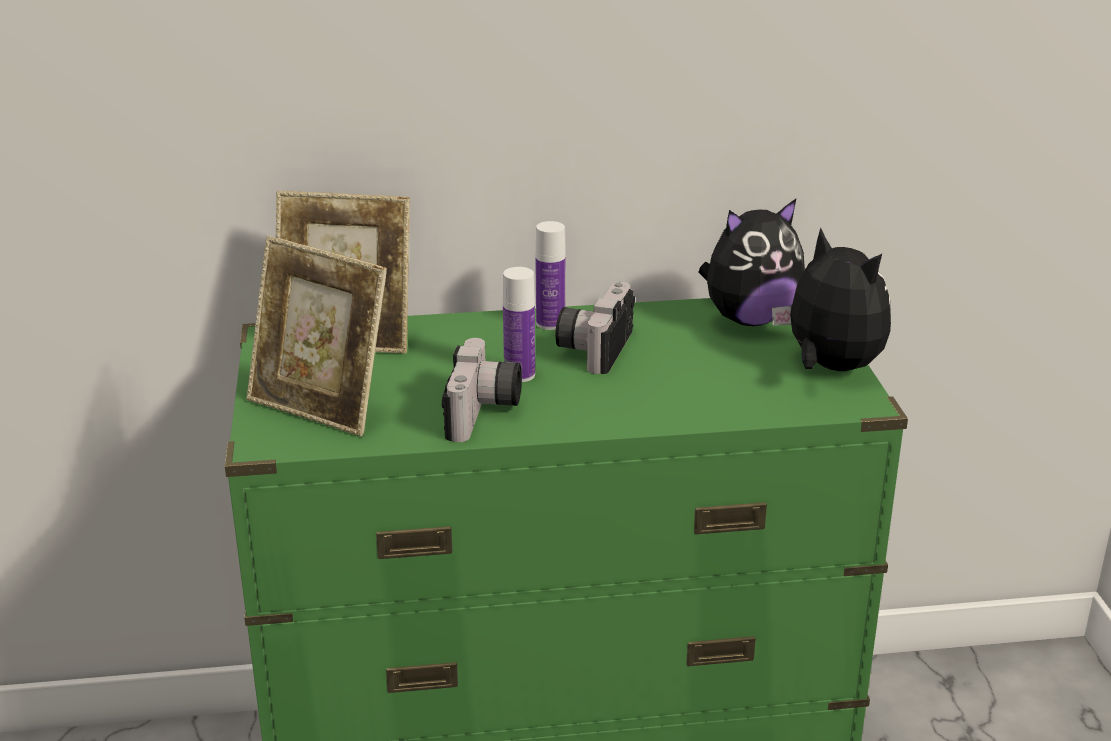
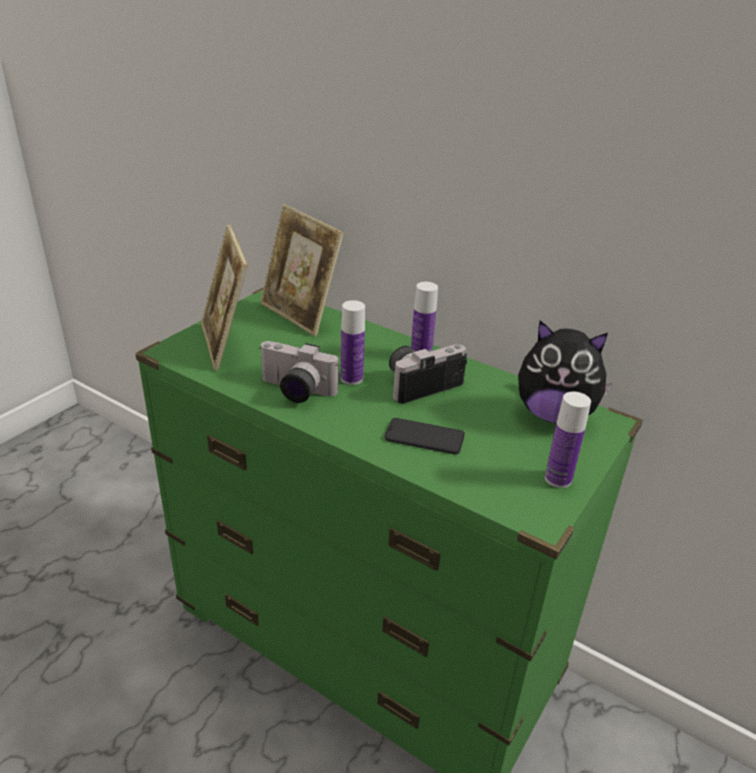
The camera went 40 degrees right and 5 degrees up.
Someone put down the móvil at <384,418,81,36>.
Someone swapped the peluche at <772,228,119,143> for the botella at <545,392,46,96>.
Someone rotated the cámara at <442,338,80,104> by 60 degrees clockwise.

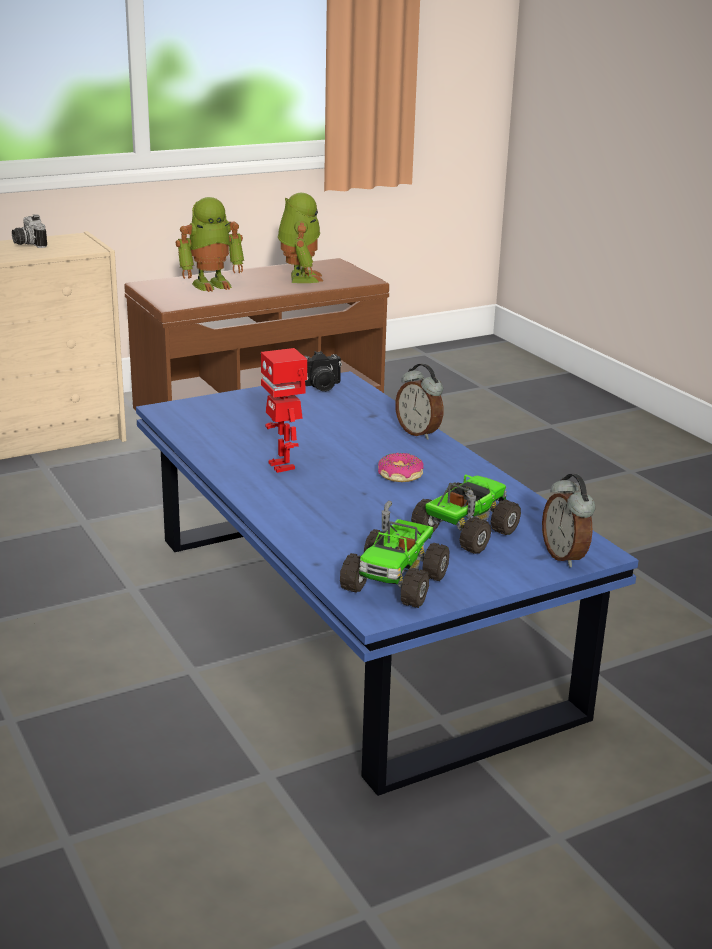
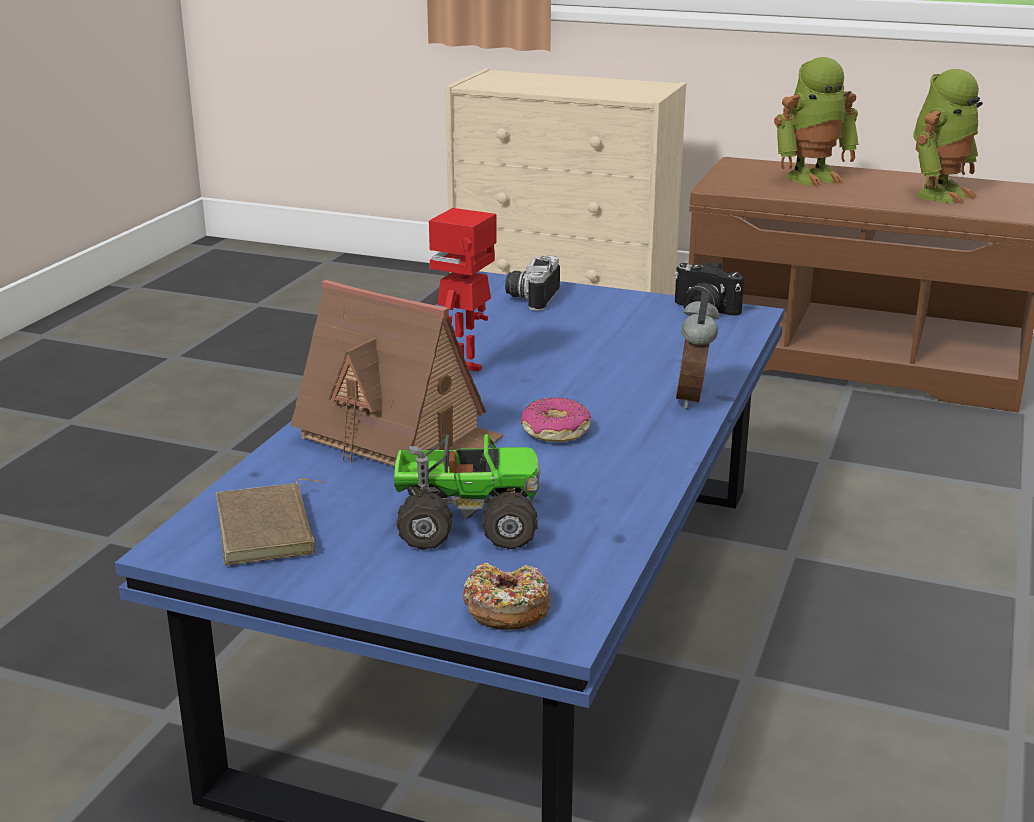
The camera went 50 degrees right and 0 degrees up.
Someone put down the casita at <290,280,214,186>.
Someone carried the cámara from <12,214,35,34> to <505,256,55,55>.
Someone swapped the camión de juguete at <340,501,110,107> for the libro (marrón) at <216,479,110,86>.
Someone swapped the despertador at <542,474,54,93> for the rosquilla at <463,563,87,67>.
Someone rotated the robot de juguete at <176,197,68,95> by 45 degrees counterclockwise.

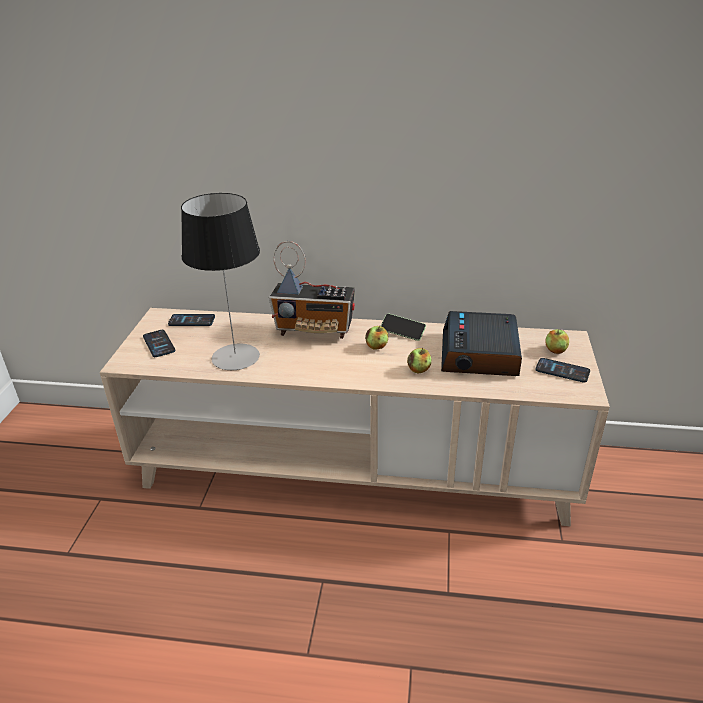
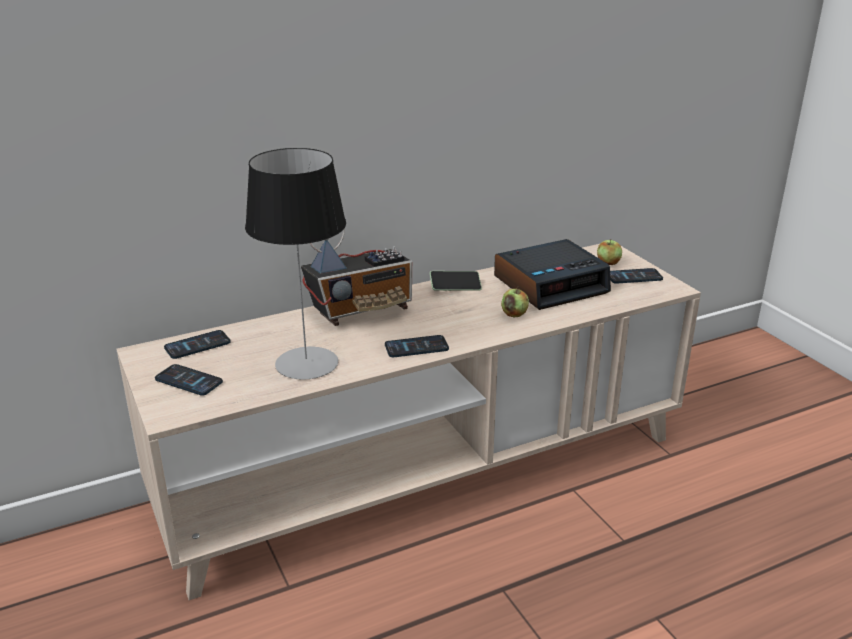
The camera went 35 degrees left and 5 degrees down.
Someone took away the manzana at <365,326,23,24>.
Someone put down the móvil at <385,335,64,22>.
Someone rotated the despertador at <441,311,81,65> by 90 degrees counterclockwise.

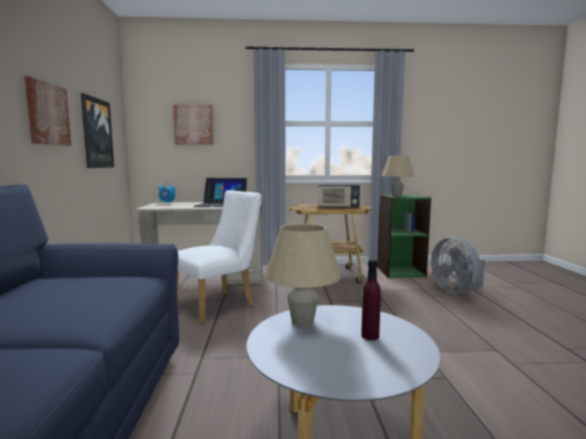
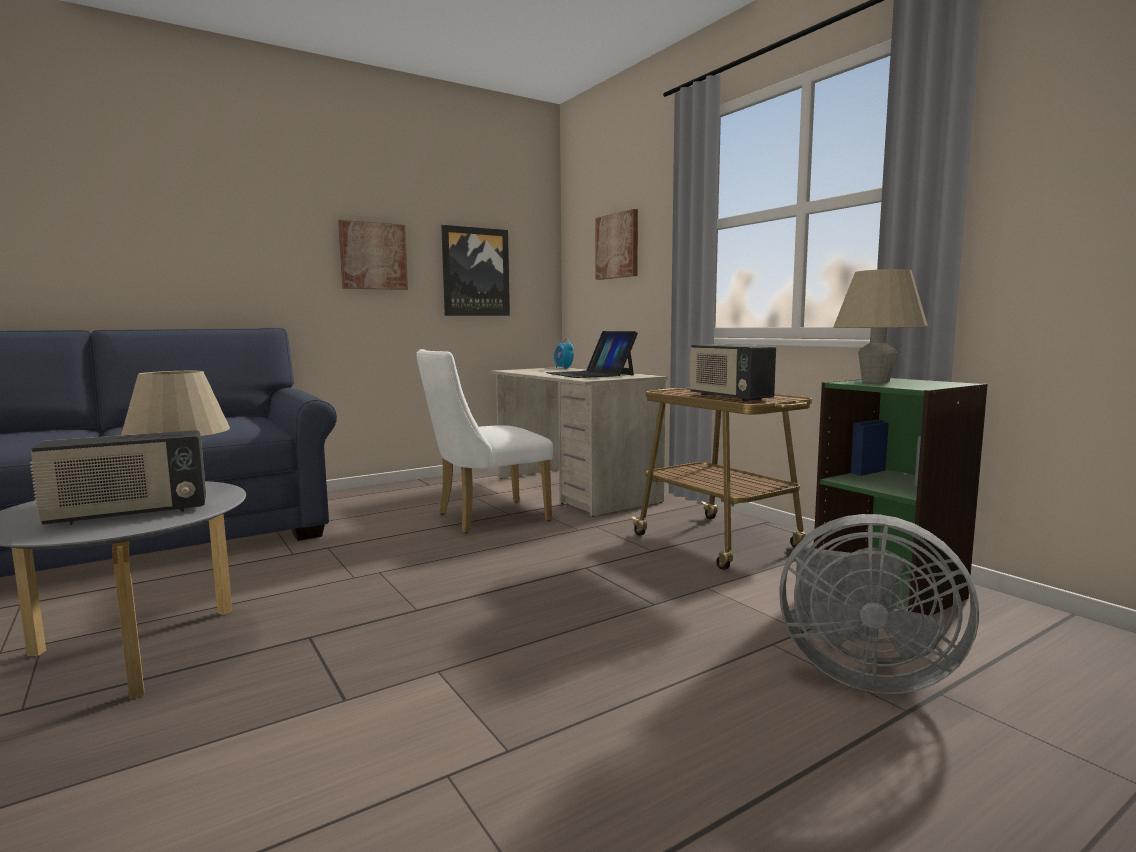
The camera went 60 degrees right and 0 degrees up.
Someone swapped the botella (morado) at <361,259,20,81> for the radio at <30,430,176,95>.
Someone rotated the silla (blanco) at <177,190,85,134> by 135 degrees clockwise.
Someone rotated the ventilador (gris) at <431,237,54,58> by 105 degrees counterclockwise.

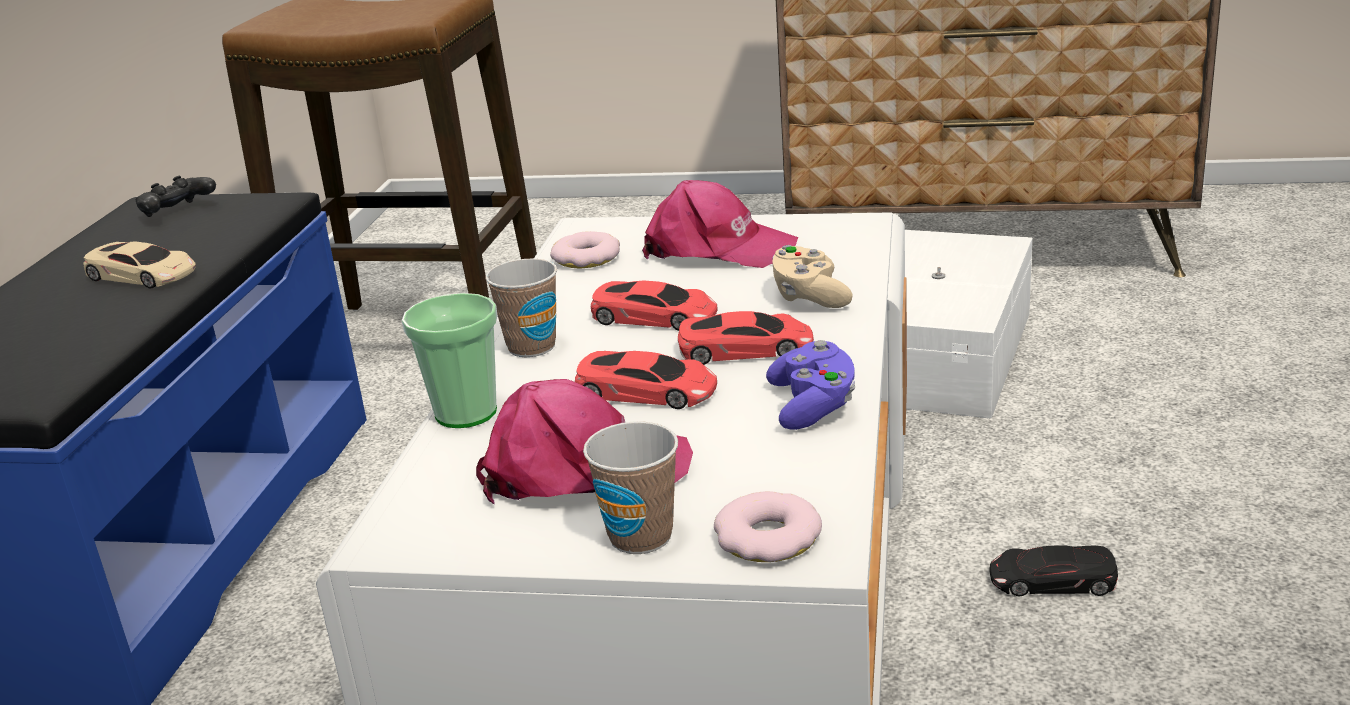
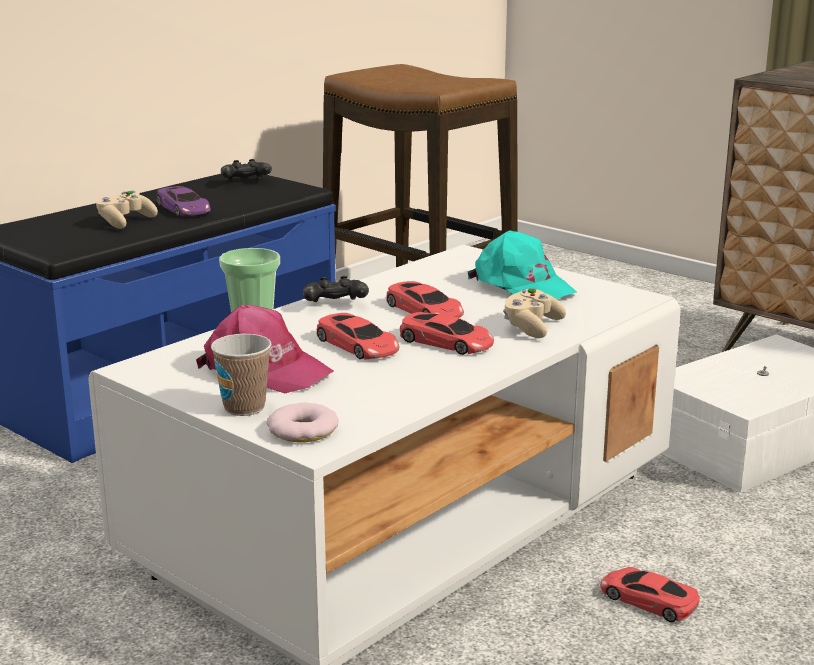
The camera went 30 degrees right and 5 degrees down.
Someone took away the rosquilla at <550,231,70,38>.
Someone took away the mando de consola (morado) at <766,340,89,90>.
Someone put down the mando de consola (beis) at <96,191,62,38>.
Someone swapped the taza at <485,259,72,98> for the mando de consola (negro) at <303,276,66,26>.
Someone repainted the coche de juguete (beis) at <83,241,113,48>, which became the coche de juguete (morado) at <156,186,55,31>.
Someone repainted the gorra (rosa) at <642,180,156,88>, which became the gorra (turquesa) at <468,230,109,69>.
Someone repainted the coche de juguete (negro) at <989,545,129,51>, which became the coche de juguete (rojo) at <600,567,100,55>.

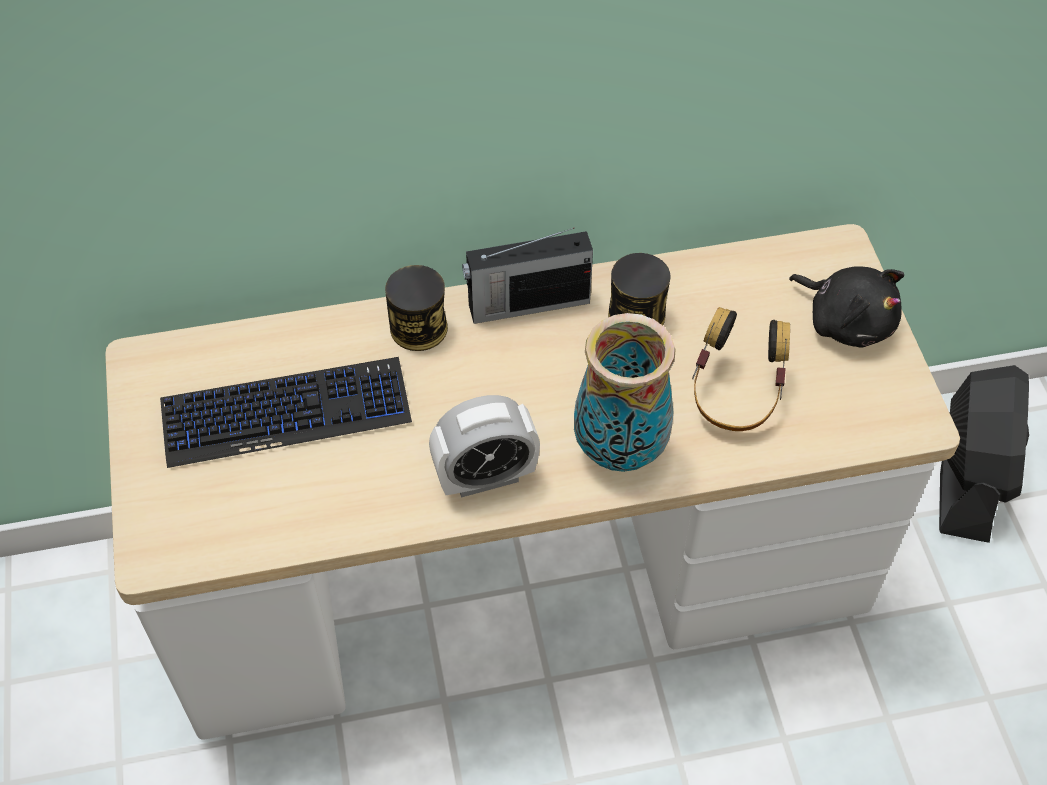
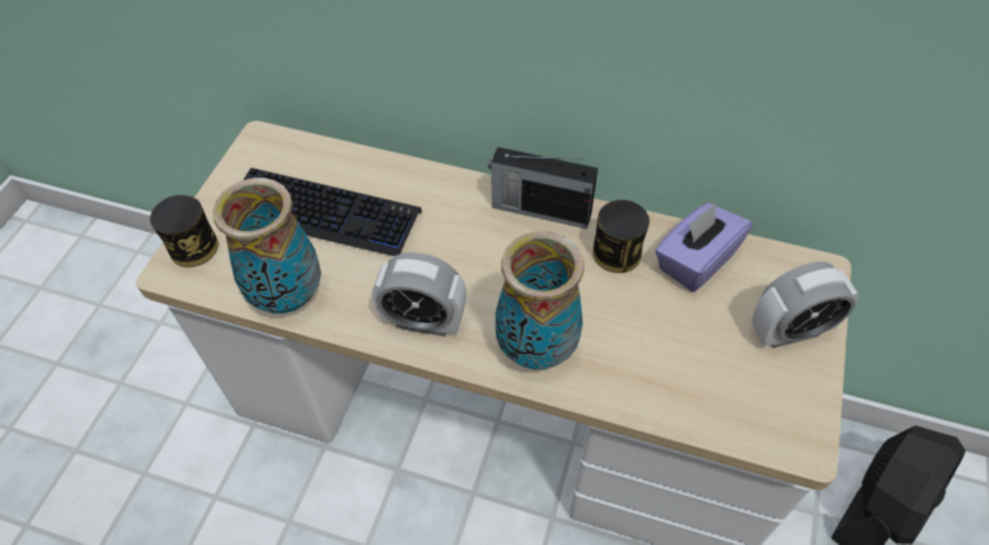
The camera went 30 degrees right and 0 degrees up.
Someone took away the auriculares at <692,307,98,124>.
Someone put down the florero at <213,178,108,136>.
Someone put down the caja de pañuelos (morado) at <655,203,98,89>.
Someone carried the lata from <385,265,63,86> to <150,195,68,72>.
Someone swapped the peluche (negro) at <789,266,115,81> for the despertador at <752,262,106,86>.

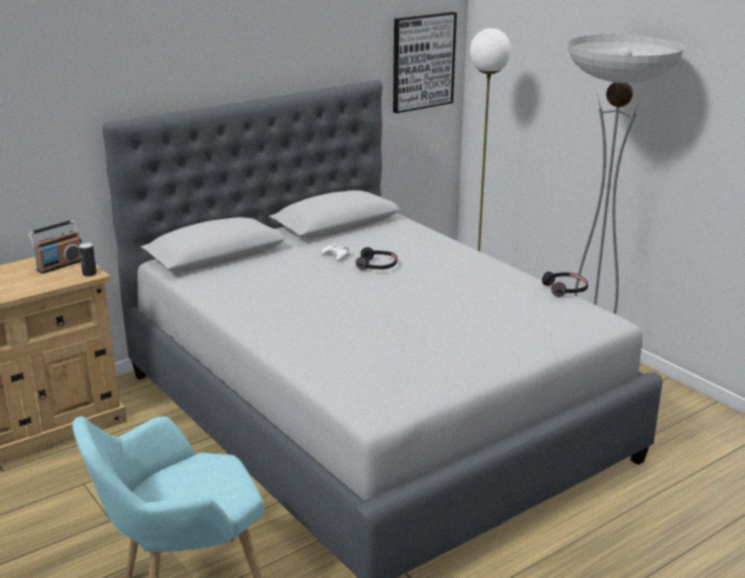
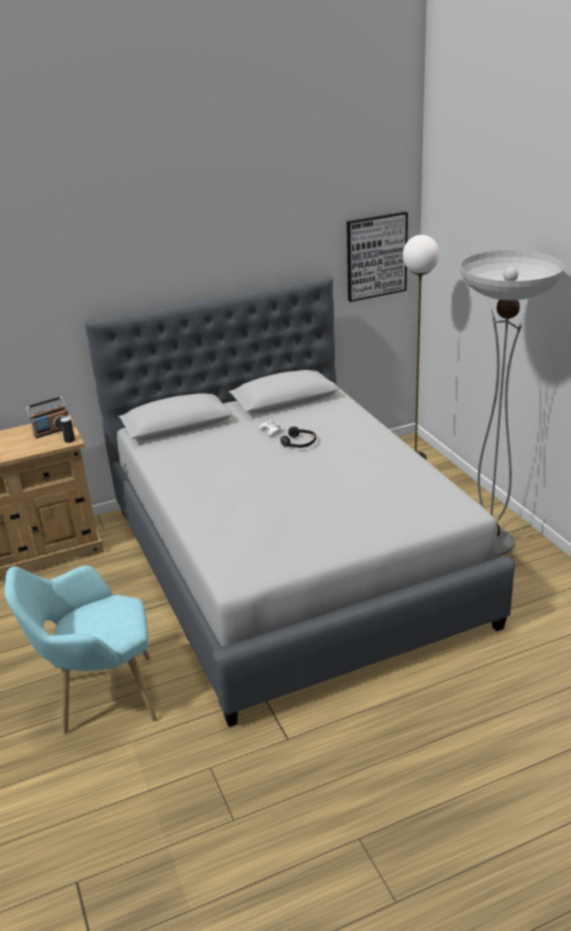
The camera went 15 degrees right and 5 degrees up.
Someone took away the auriculares (negro) at <542,271,46,26>.

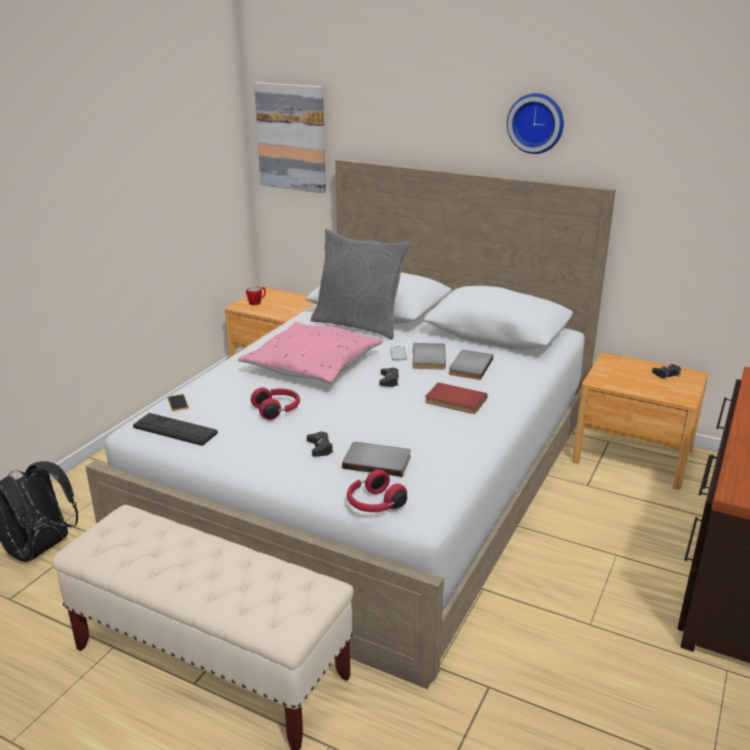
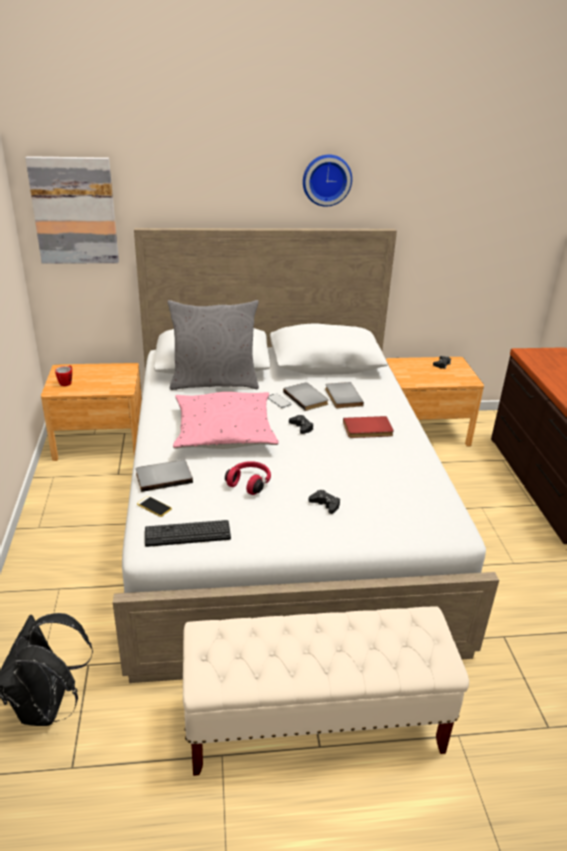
The camera went 35 degrees left and 5 degrees up.
Someone took away the auriculares (rojo) at <347,469,60,43>.
Someone carried the libro (gris) from <342,442,69,35> to <136,460,57,32>.

